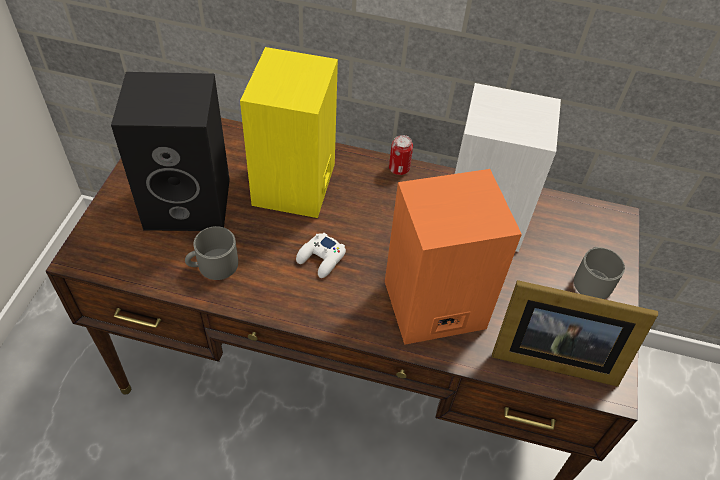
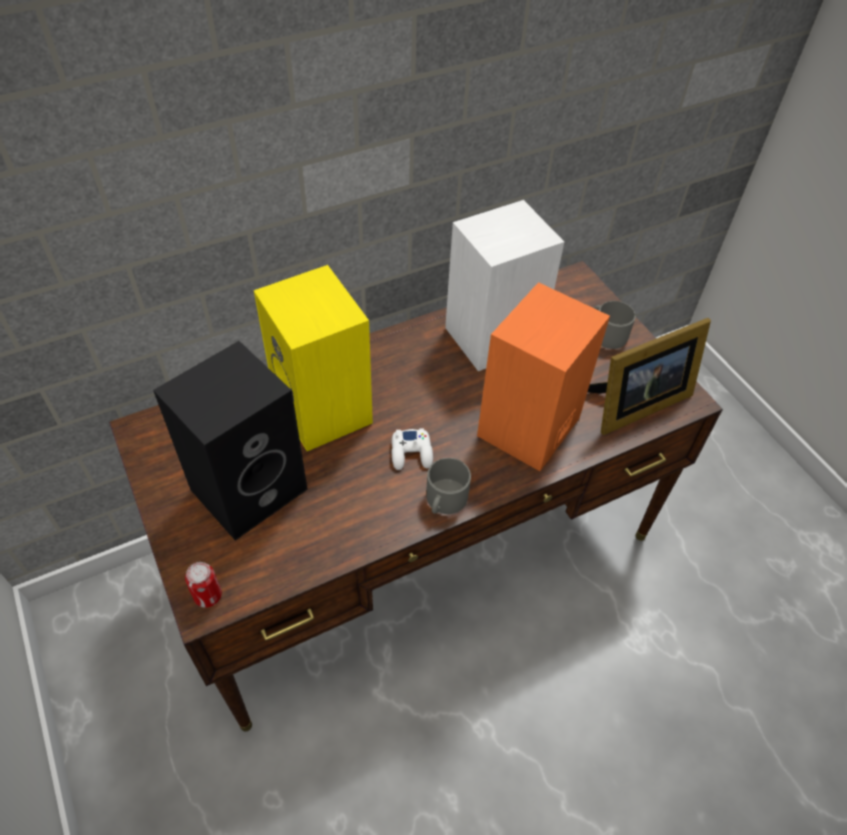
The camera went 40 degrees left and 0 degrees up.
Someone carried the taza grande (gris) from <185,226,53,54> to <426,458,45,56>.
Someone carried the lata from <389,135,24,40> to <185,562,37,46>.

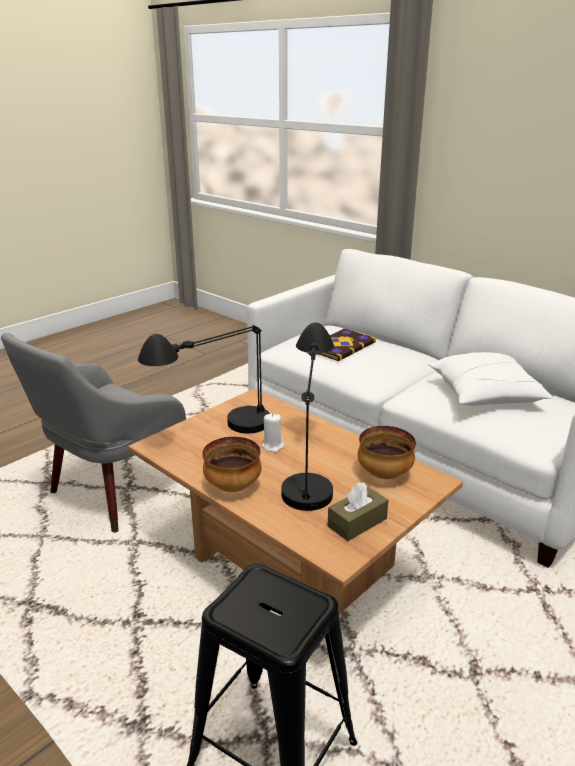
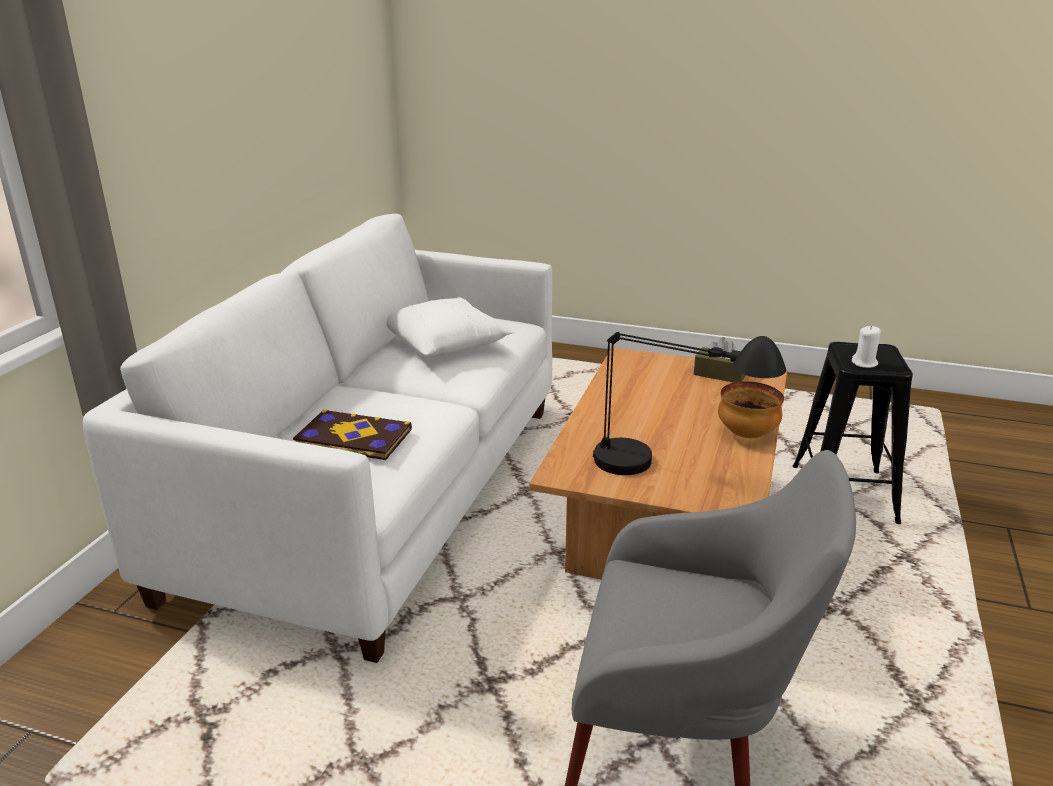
The camera went 115 degrees left and 0 degrees up.
Someone took away the lámpara de mesa (negro) at <281,322,53,189>.
Someone took away the cuenco at <358,426,58,53>.
Someone carried the vela (blanco) from <262,413,22,40> to <852,326,29,42>.

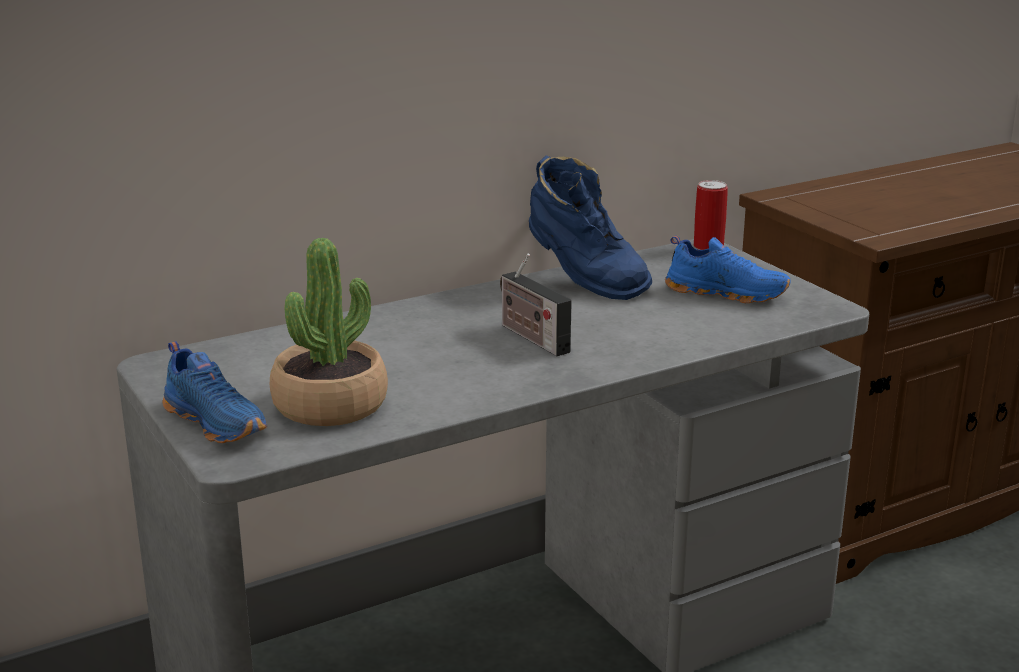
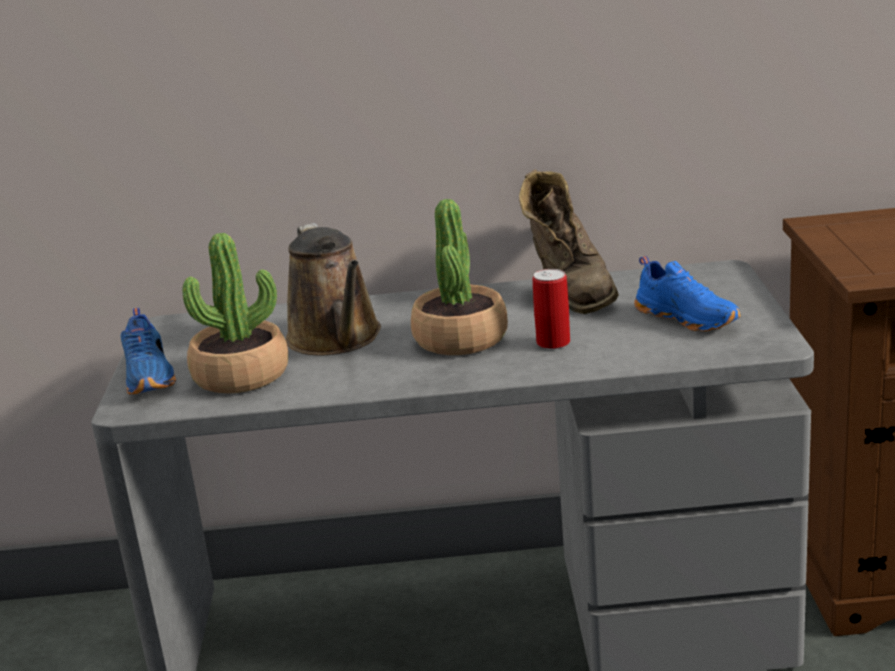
The camera went 30 degrees right and 0 degrees up.
Someone put down the regadera (marrón) at <286,223,95,133>.
Someone carried the lata from <694,180,34,70> to <533,269,37,80>.
Someone swapped the radio at <500,254,72,102> for the planta en maceta at <411,199,97,156>.
Someone repainted the bota (azul) at <529,155,123,145>, which became the bota (marrón) at <519,170,100,144>.

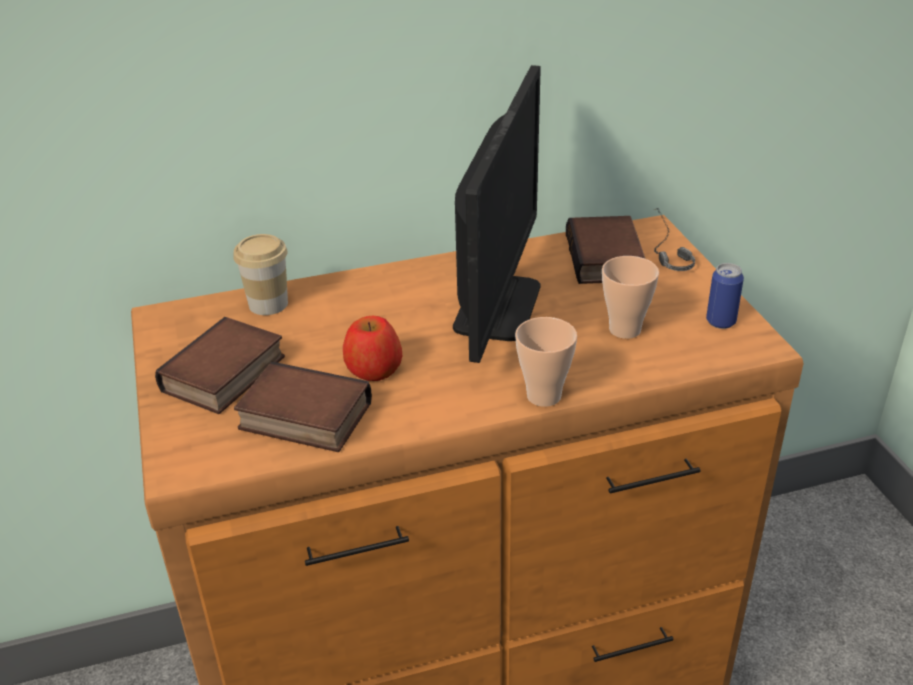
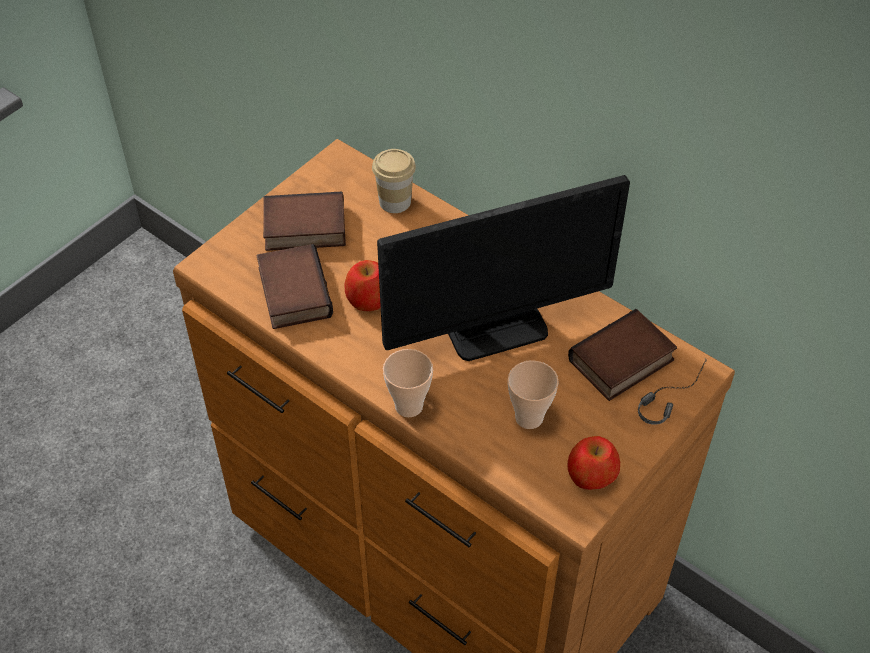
The camera went 55 degrees right and 15 degrees up.
Someone swapped the lata at <706,263,38,66> for the manzana at <568,436,52,54>.

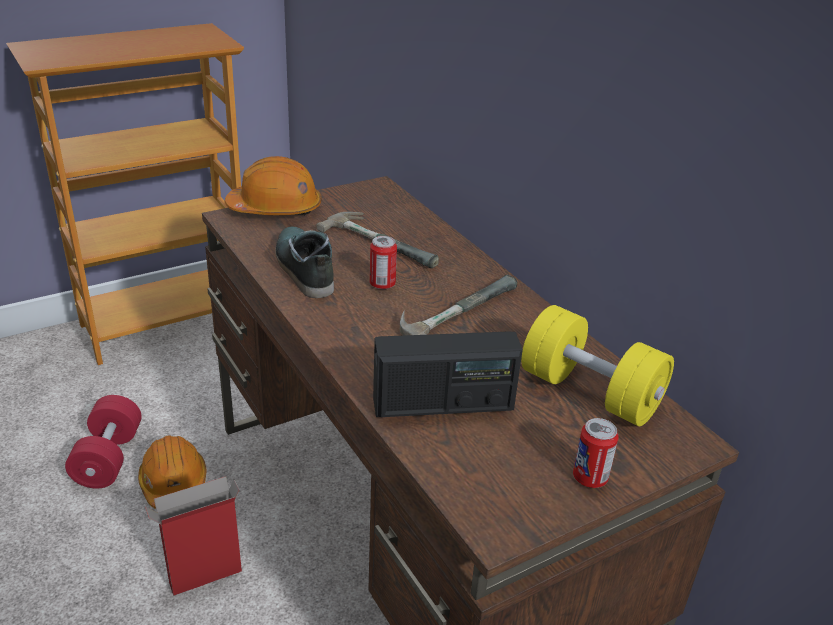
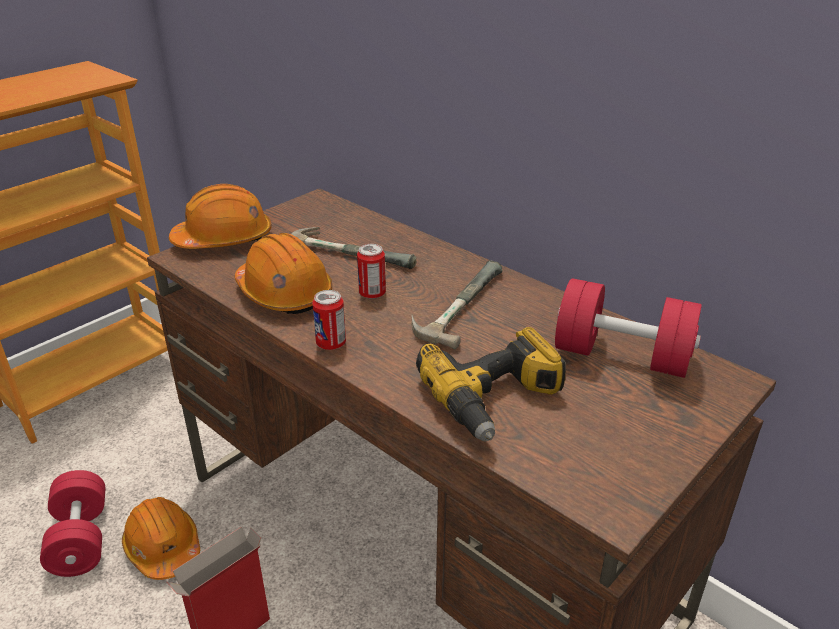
The camera went 15 degrees left and 0 degrees up.
Someone carried the lata from <573,418,46,70> to <312,290,34,60>.
Someone swapped the zapato at <275,227,59,71> for the casco (naranja) at <235,233,97,81>.
Someone swapped the radio at <373,331,150,86> for the taladro at <416,327,150,114>.
Someone repainted the mancuerna (amarillo) at <521,305,153,121>, which became the mancuerna (rojo) at <555,278,147,100>.

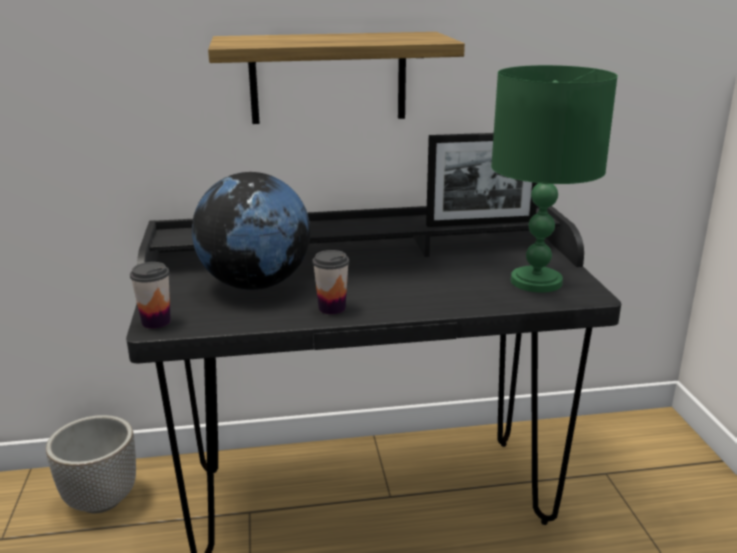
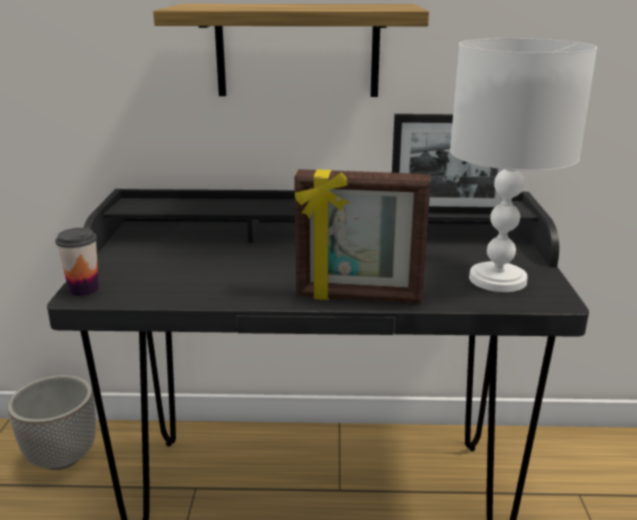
The camera went 10 degrees right and 0 degrees up.
Someone took away the globo terráqueo at <192,172,118,118>.
Someone took away the taza at <312,250,37,64>.
Someone put down the portarretratos at <294,169,137,134>.
Someone repainted the lámpara de mesa (verde) at <491,65,127,228>, which became the lámpara de mesa (blanco) at <450,38,147,254>.

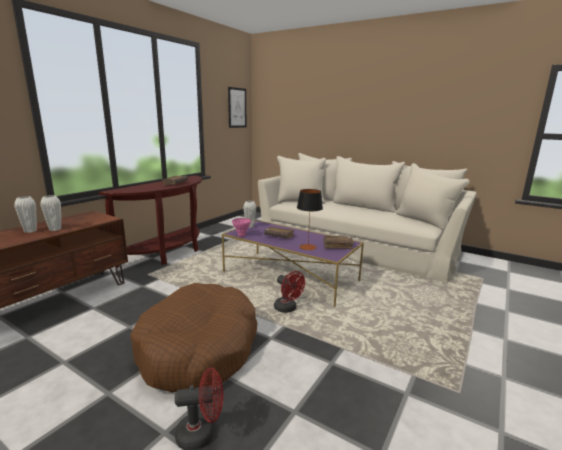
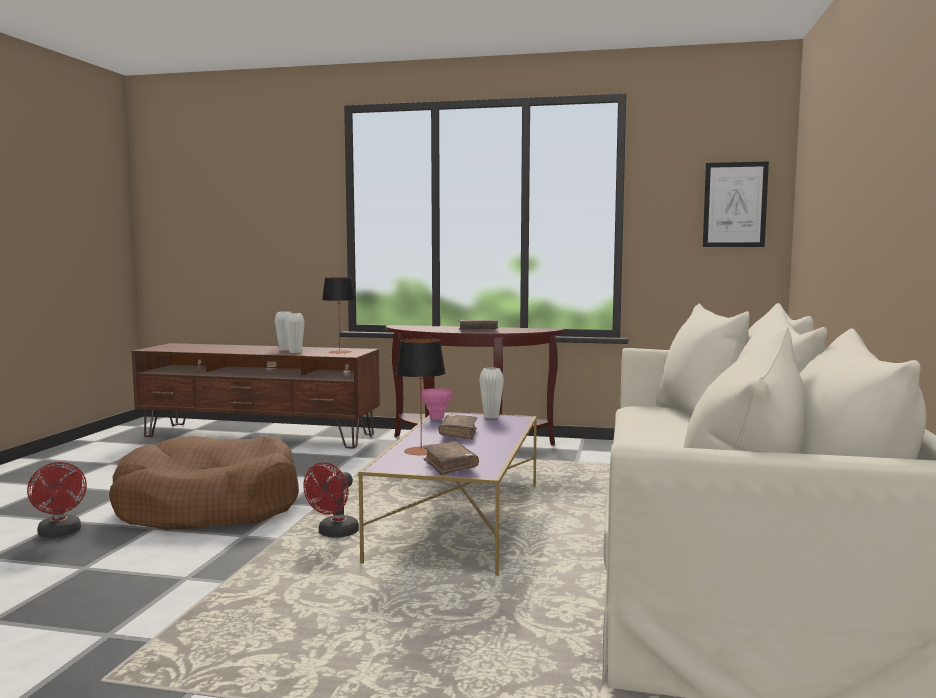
The camera went 70 degrees right and 10 degrees down.
Someone put down the lámpara de mesa at <322,277,33,76>.

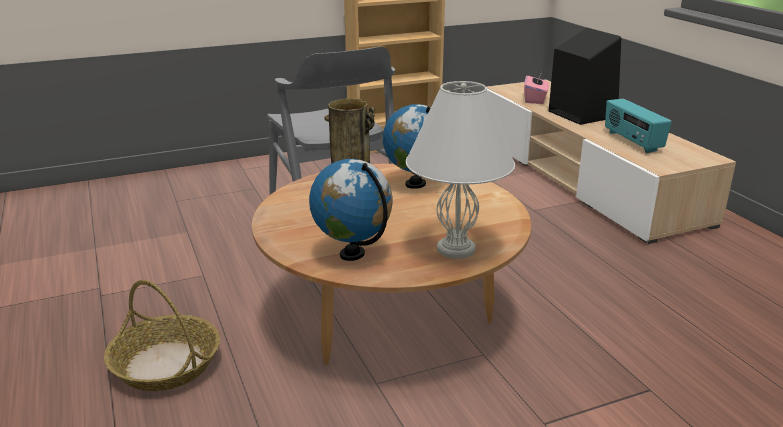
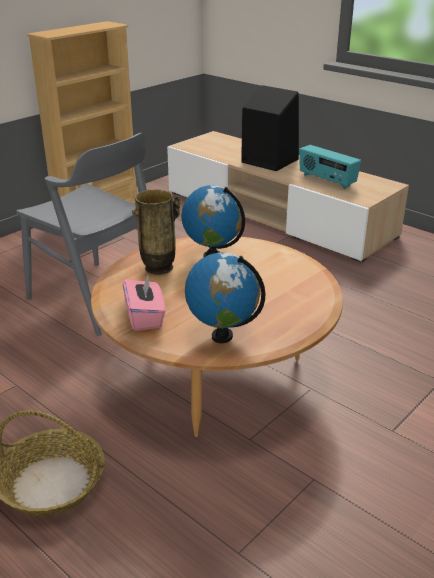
The camera went 25 degrees left and 5 degrees up.
Someone took away the lámpara de mesa (blanco) at <406,81,109,178>.
Someone carried the caja de pañuelos (rosa) from <524,70,25,34> to <123,274,43,57>.

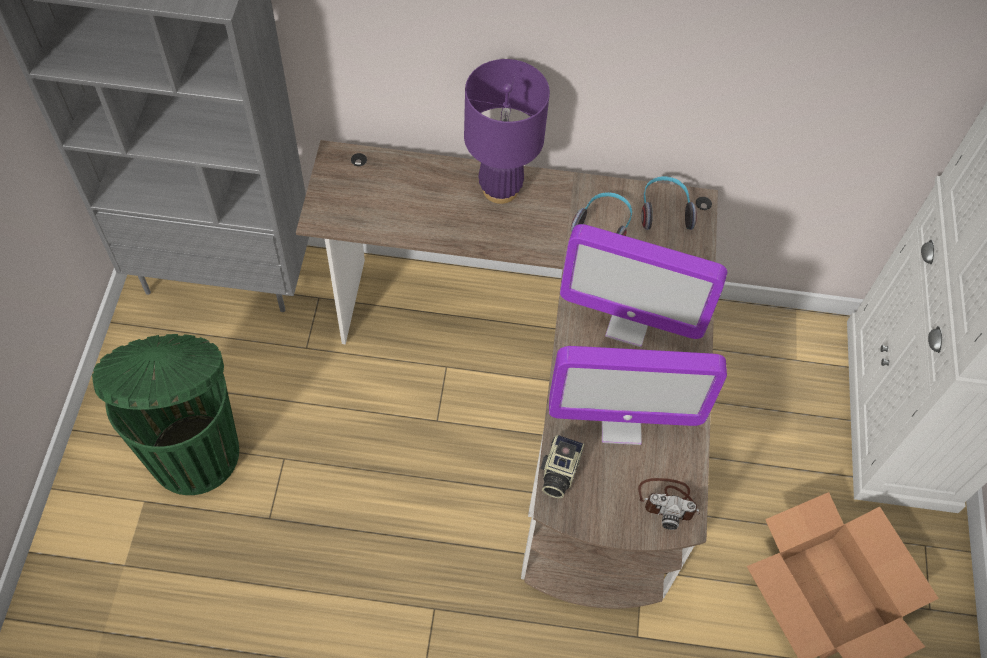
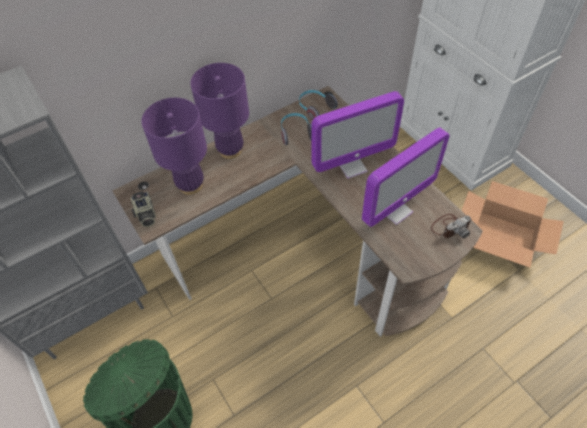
The camera went 35 degrees left and 5 degrees down.
Someone put down the lámpara de mesa (morado) at <141,98,66,97>.
Someone carried the cámara from <540,435,44,63> to <131,191,25,36>.

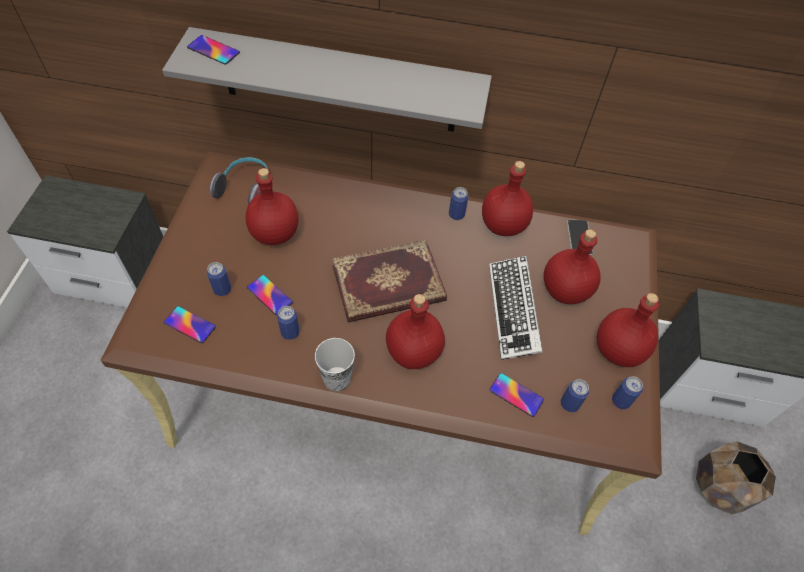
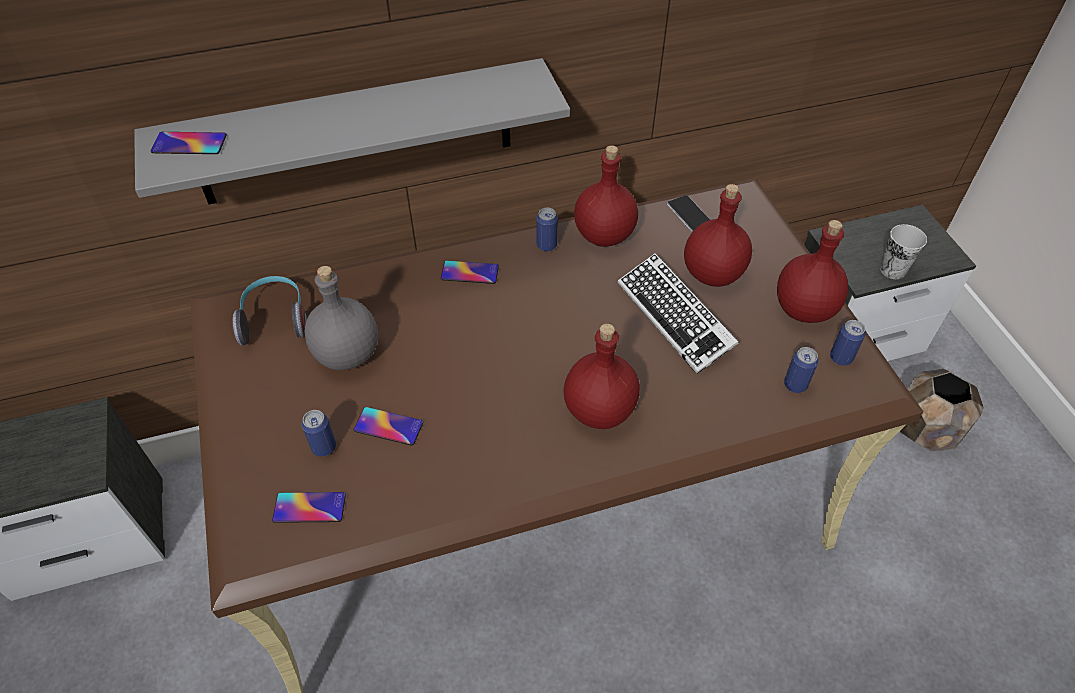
The camera went 25 degrees left and 5 degrees down.
Someone took away the lata at <277,306,23,34>.
Someone took away the libro at <332,240,115,82>.
Someone carried the taza from <315,338,40,54> to <880,224,47,55>.
Someone carried the móvil from <489,373,55,44> to <441,261,58,23>.
Someone repainted the botella (rojo) at <245,168,54,77>, which became the botella (gris) at <305,266,73,104>.

